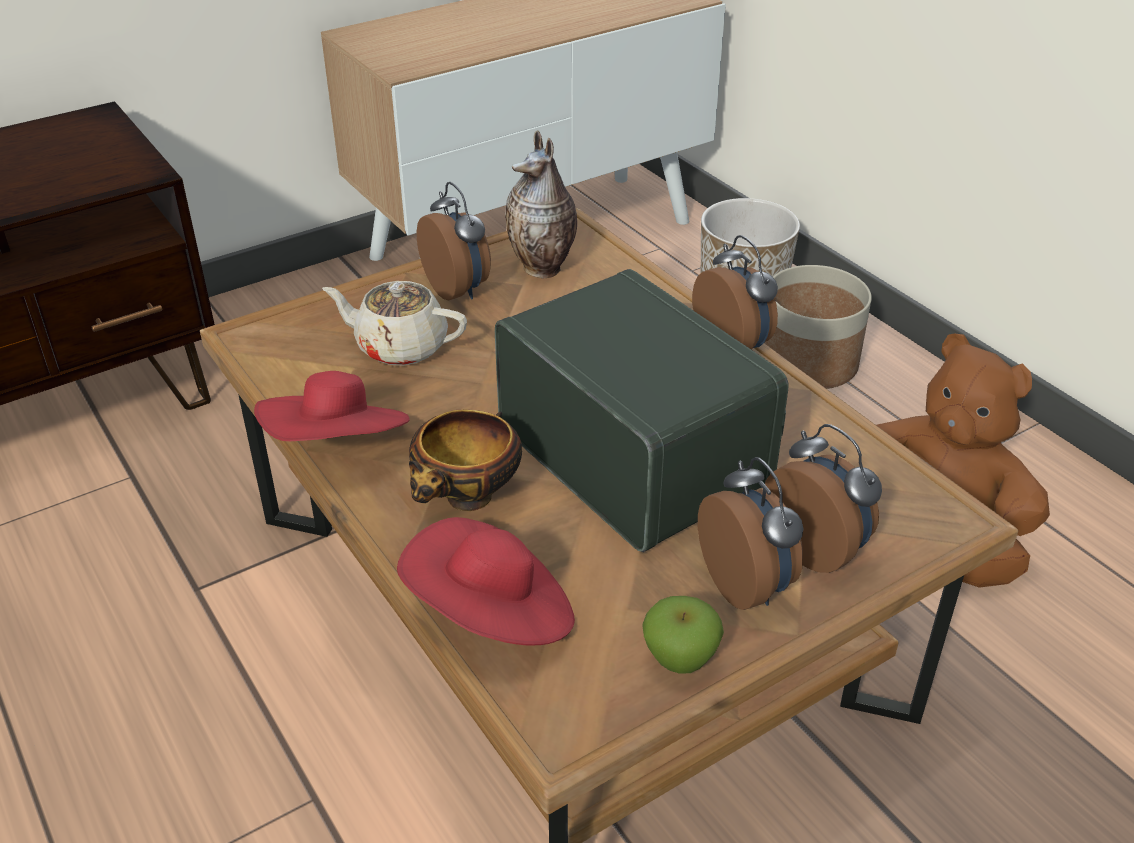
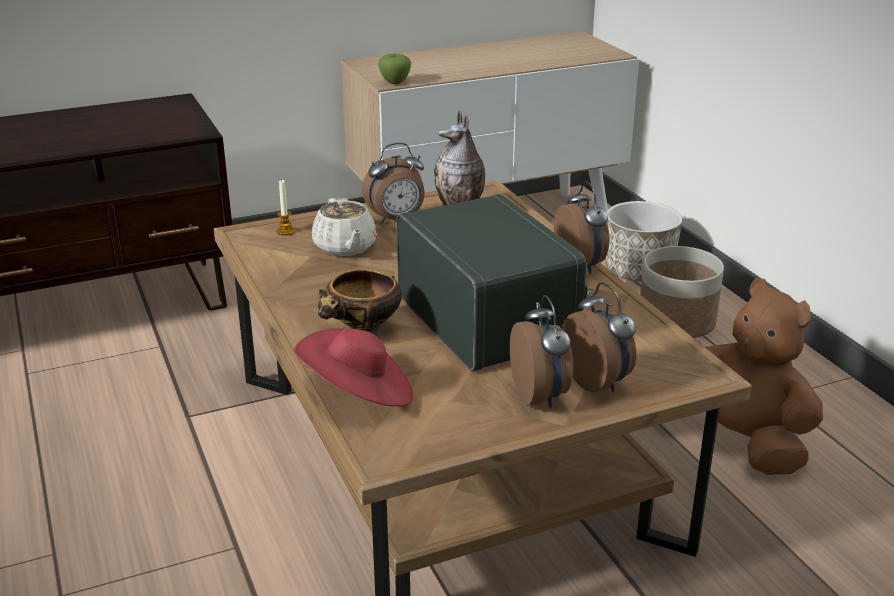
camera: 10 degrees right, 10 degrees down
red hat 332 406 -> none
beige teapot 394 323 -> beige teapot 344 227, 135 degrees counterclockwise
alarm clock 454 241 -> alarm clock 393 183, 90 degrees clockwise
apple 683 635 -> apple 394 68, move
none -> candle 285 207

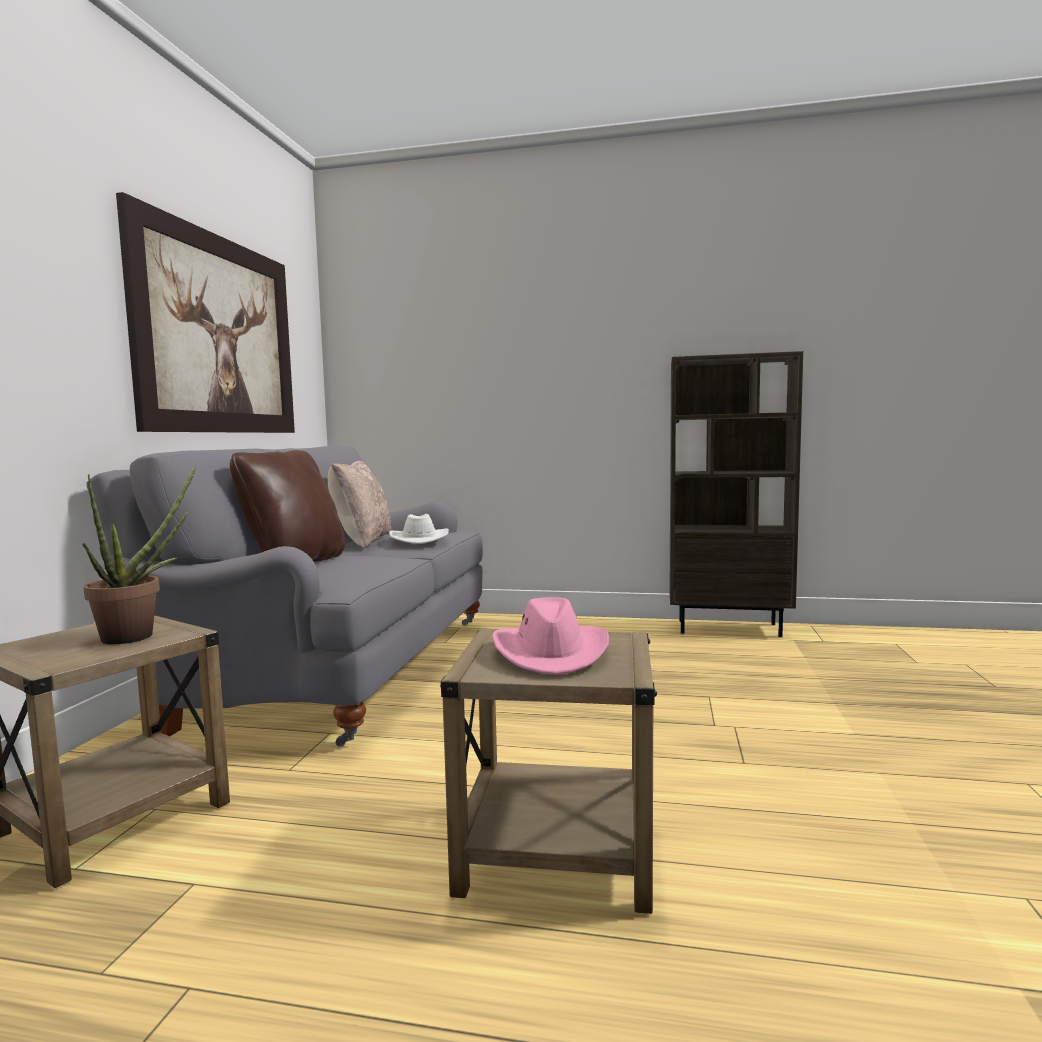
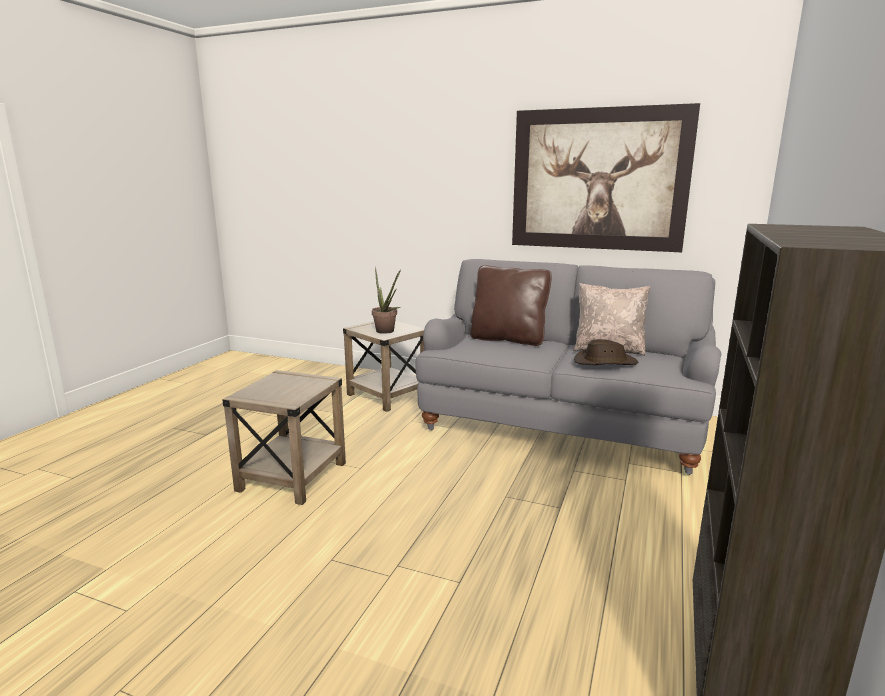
camera: 100 degrees right, 10 degrees up
white hat 419 529 -> brown hat 606 352
pink hat 550 636 -> none

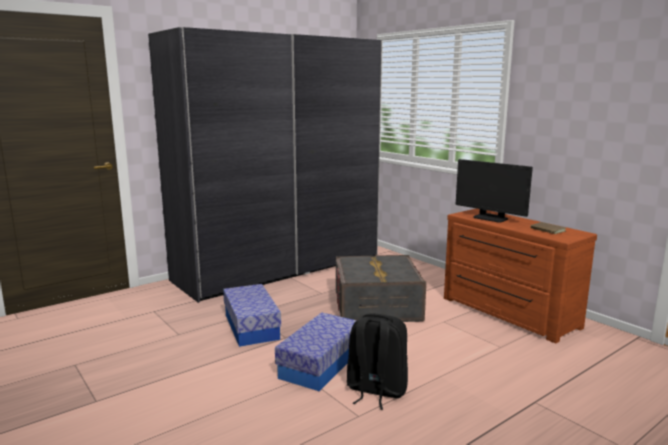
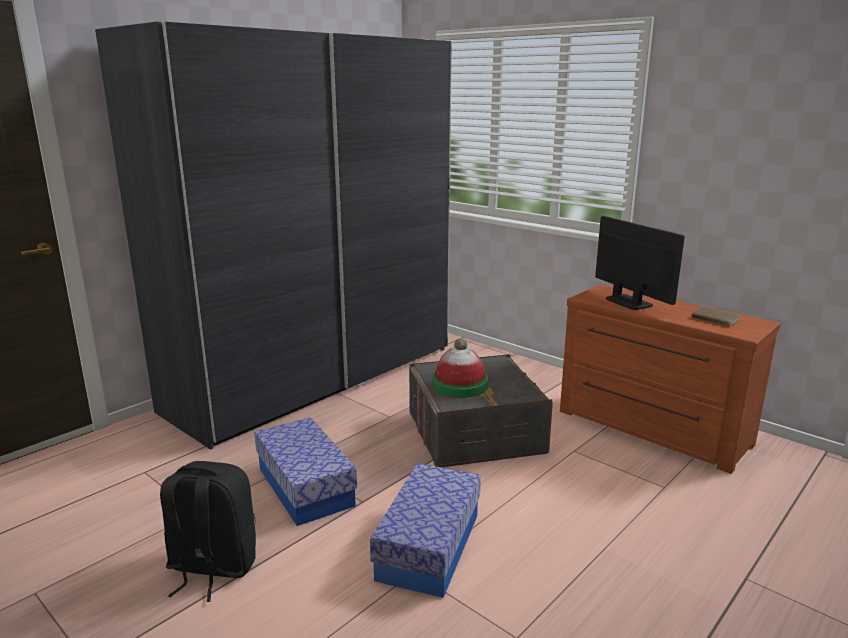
camera: 10 degrees left, 5 degrees up
black backpack 377 361 -> black backpack 208 531, move
monitor 494 191 -> monitor 640 263, 150 degrees counterclockwise
none -> hat 460 368

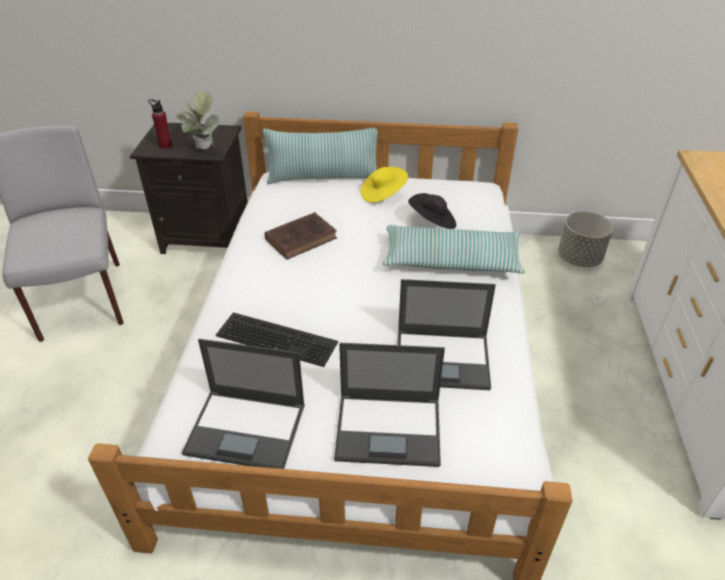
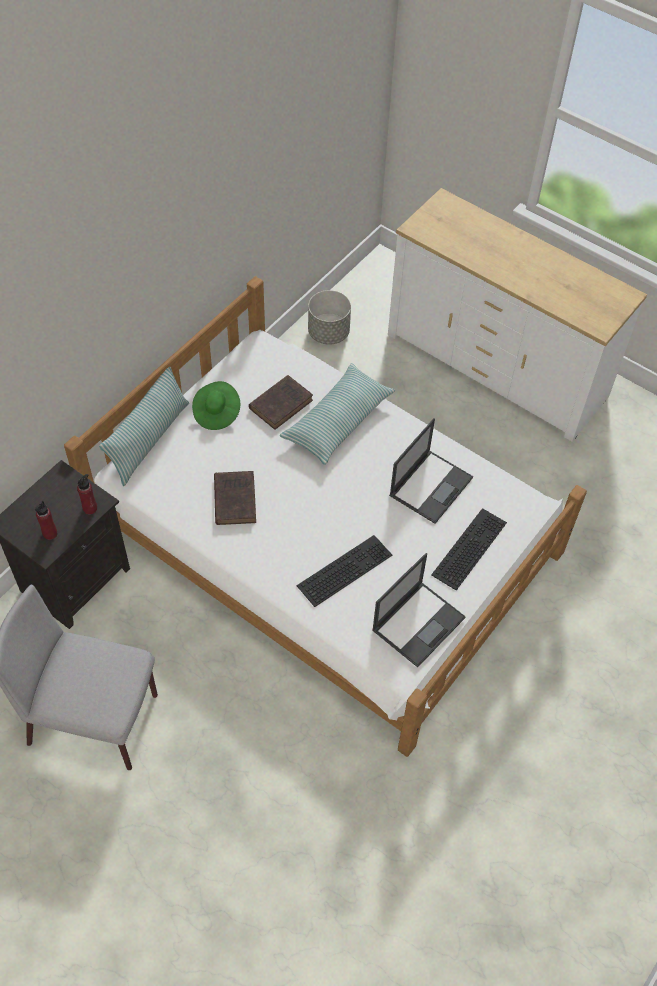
camera: 60 degrees left, 15 degrees up
potted plant 198 120 -> red bottle 87 494
laptop 389 405 -> keyboard 469 549
yellow hat 384 185 -> green hat 216 405
black hat 432 211 -> brown book 281 402

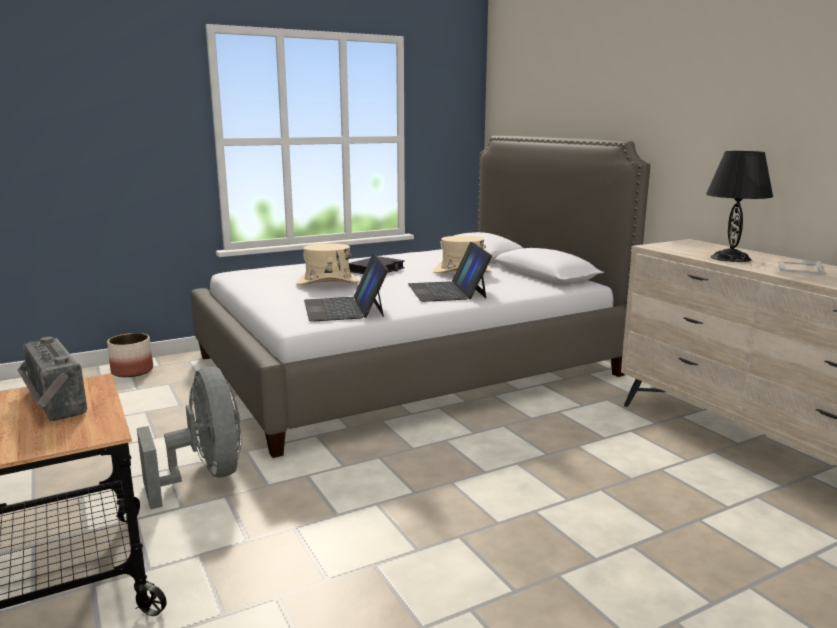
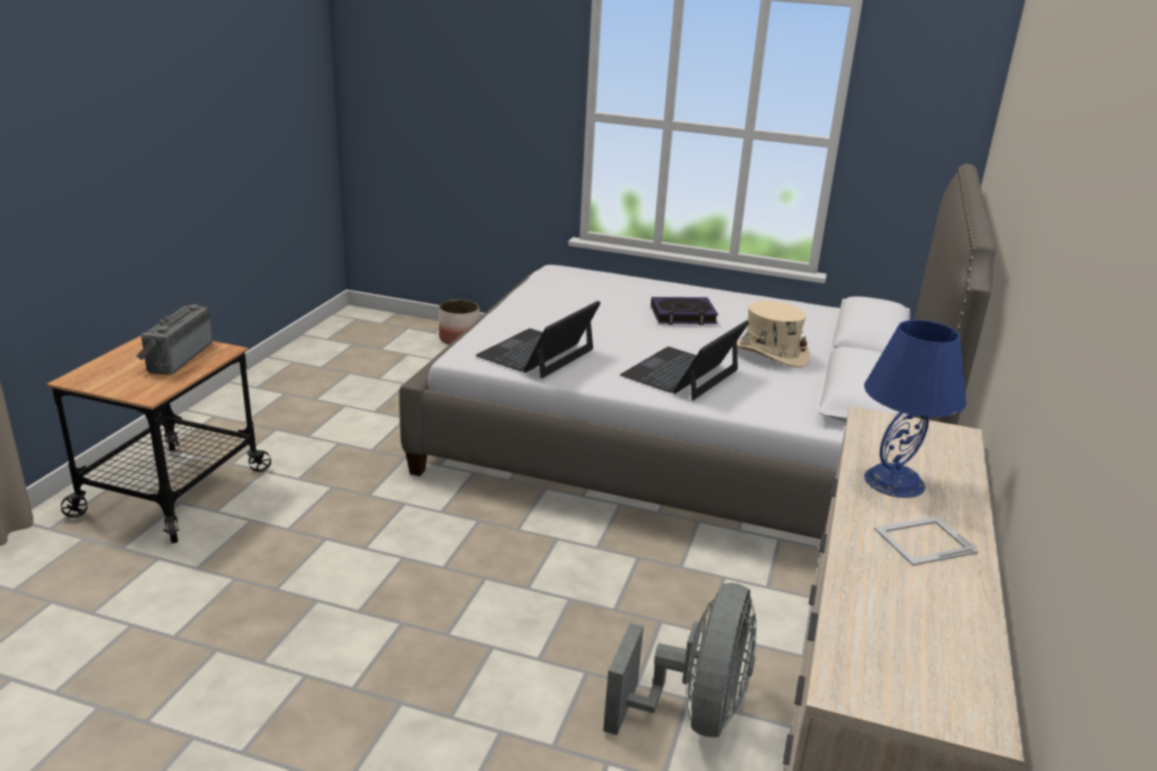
camera: 45 degrees right, 10 degrees up
grey fan 189 438 -> grey fan 679 660, move
beige hat 327 264 -> none
black table lamp 739 206 -> blue table lamp 915 409

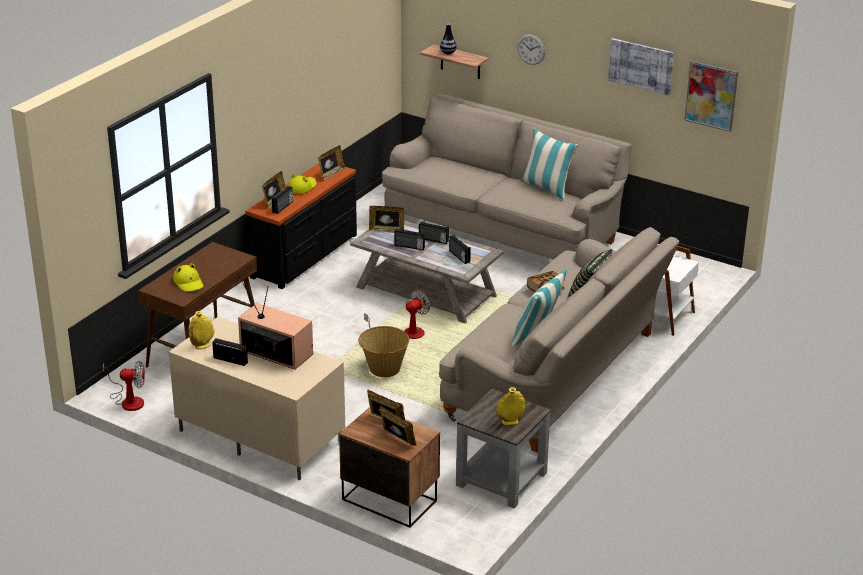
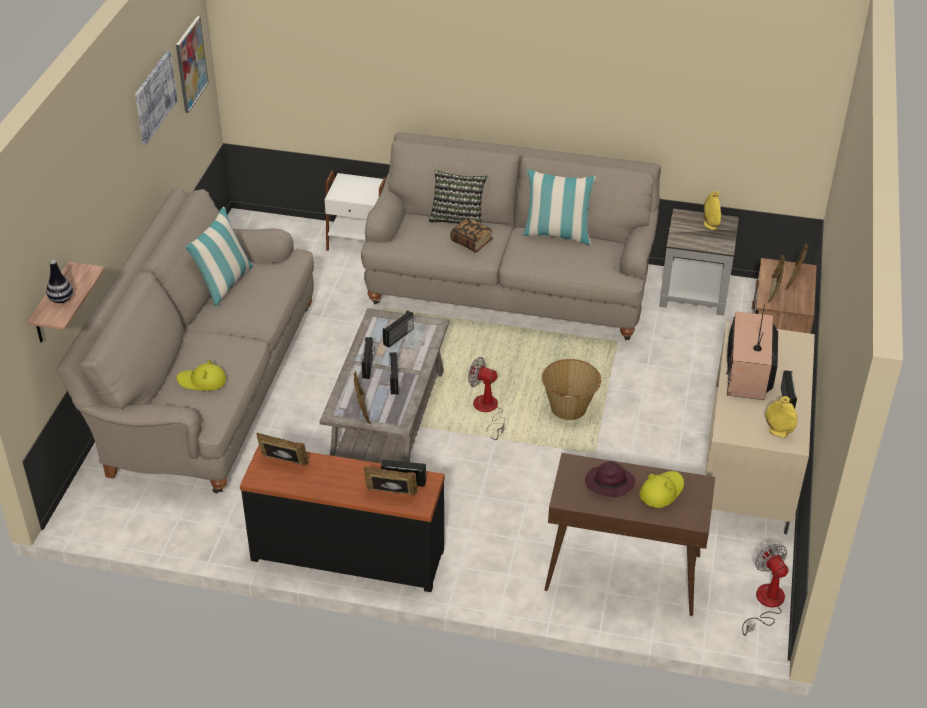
camera: 110 degrees left, 10 degrees up
yellow hat 302 184 -> yellow hat 201 375, move
wall clock 531 49 -> none
none -> purple hat 610 479

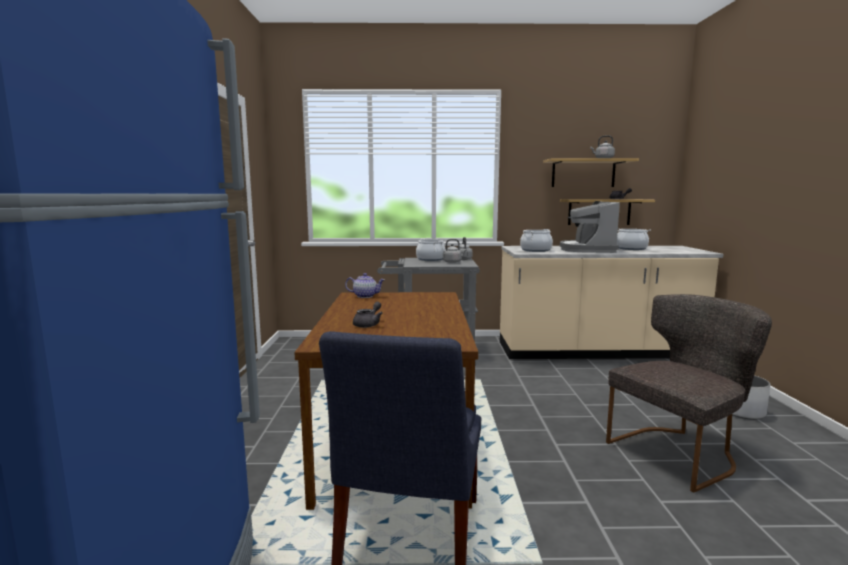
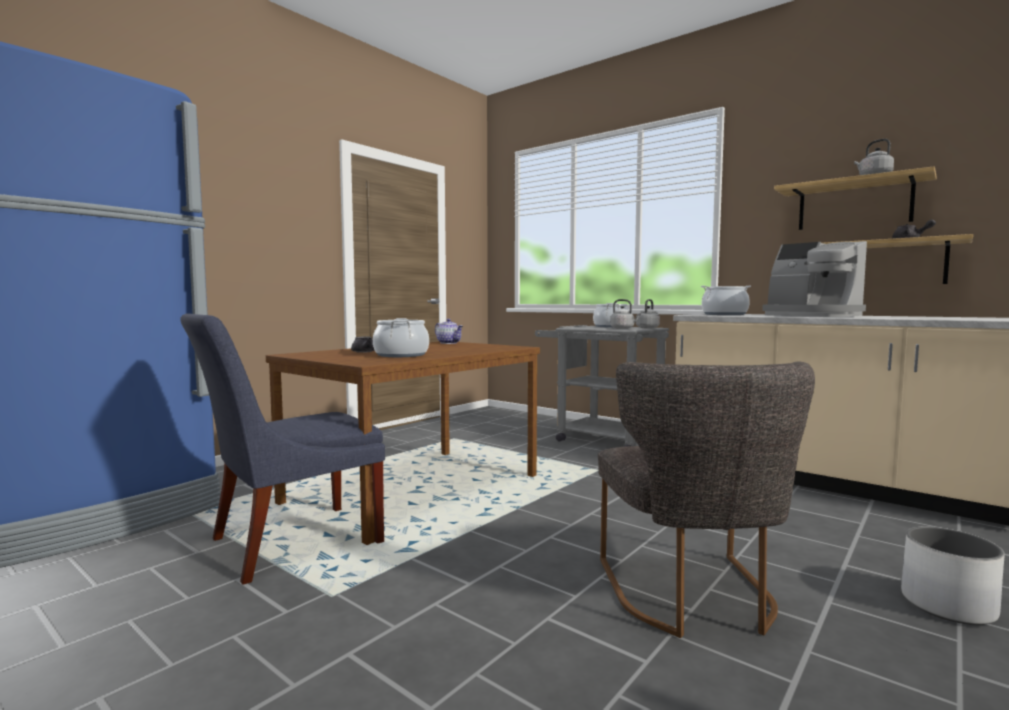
camera: 40 degrees right, 5 degrees down
coffee machine 590 227 -> coffee machine 814 279, 90 degrees counterclockwise
grey chair 689 393 -> grey chair 706 500, 75 degrees clockwise
cooking pot 634 239 -> cooking pot 401 337, move

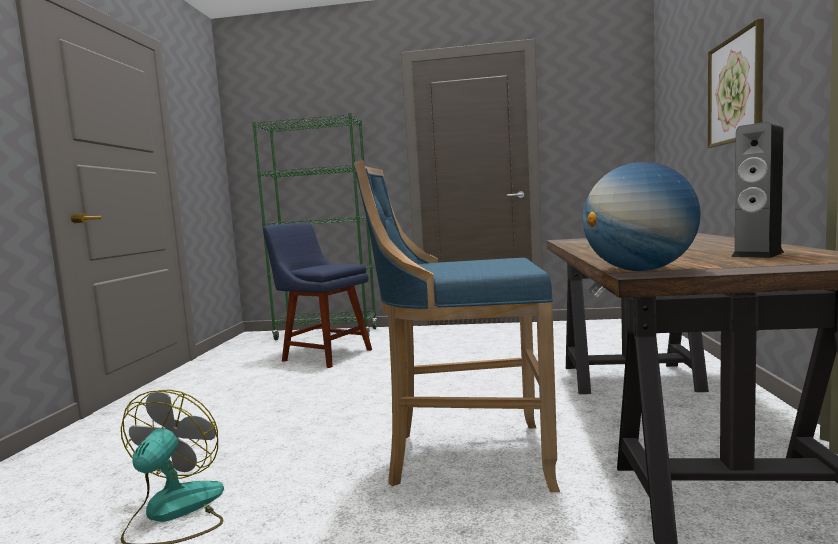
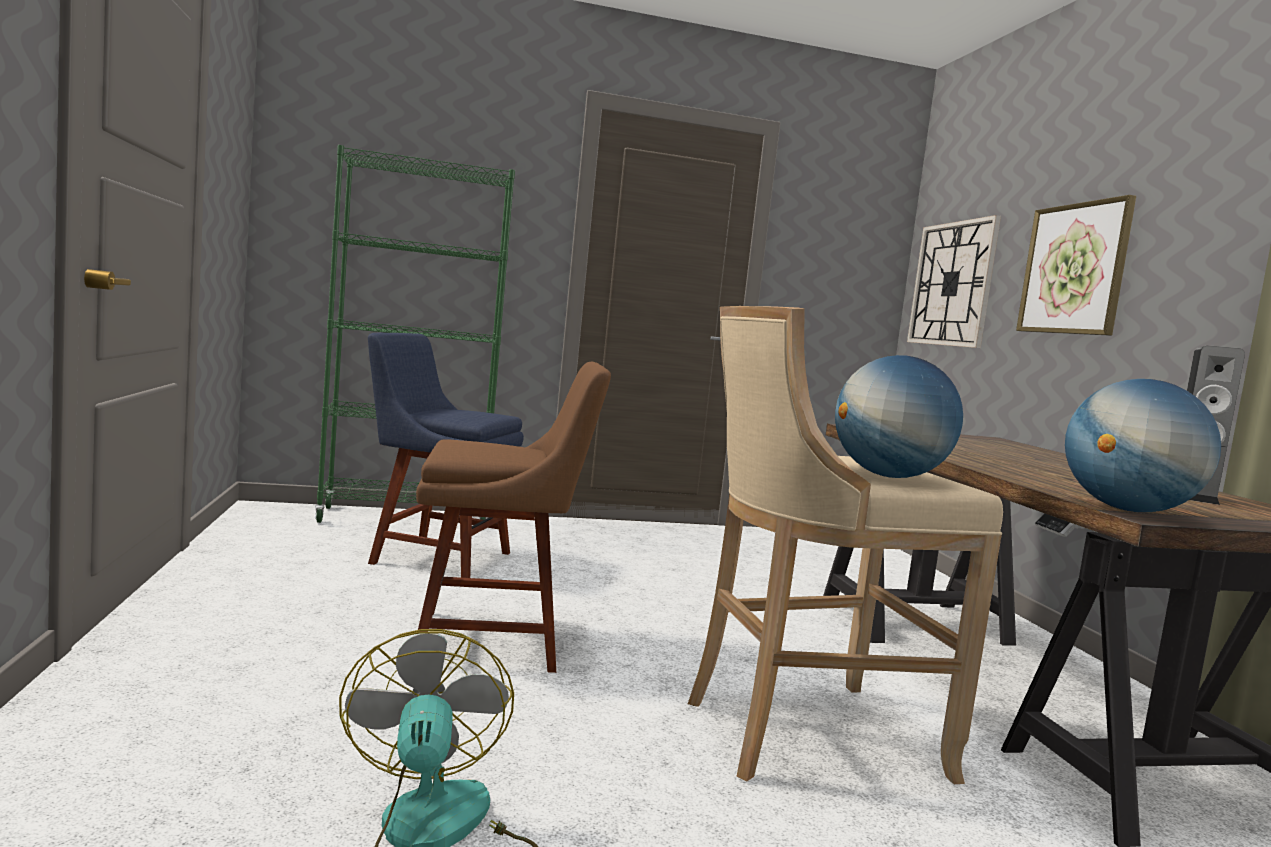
camera: 20 degrees left, 0 degrees up
blue stool 457 326 -> beige stool 845 545
none -> brown chair 513 517
none -> globe 899 416
none -> wall clock 954 281

